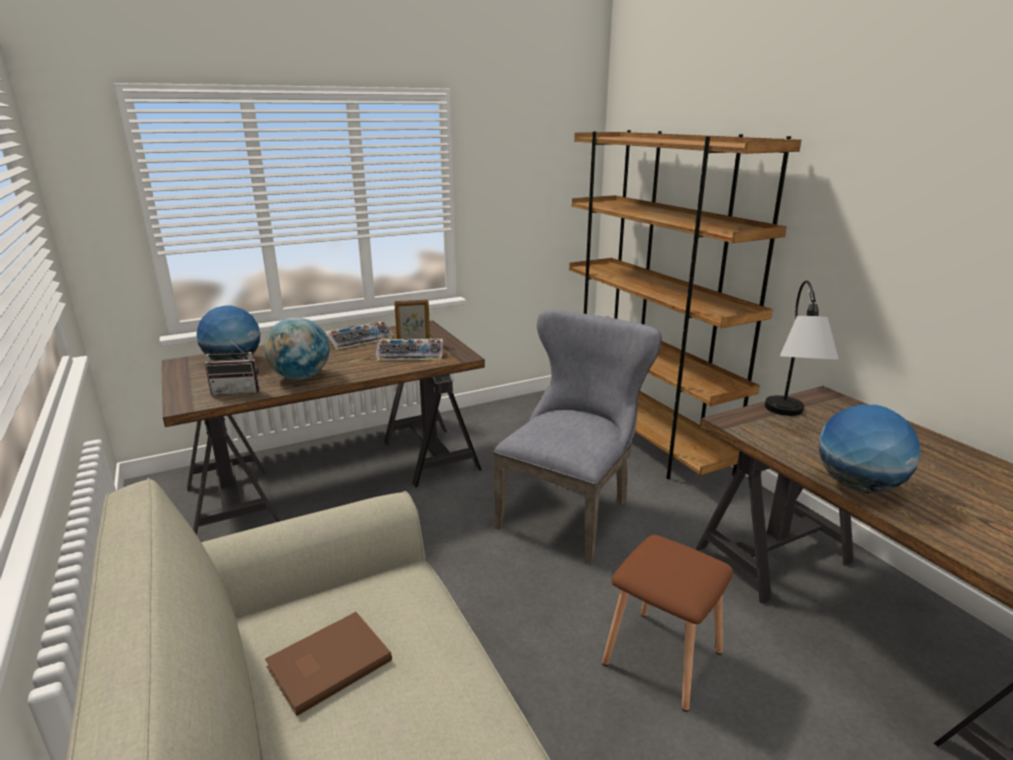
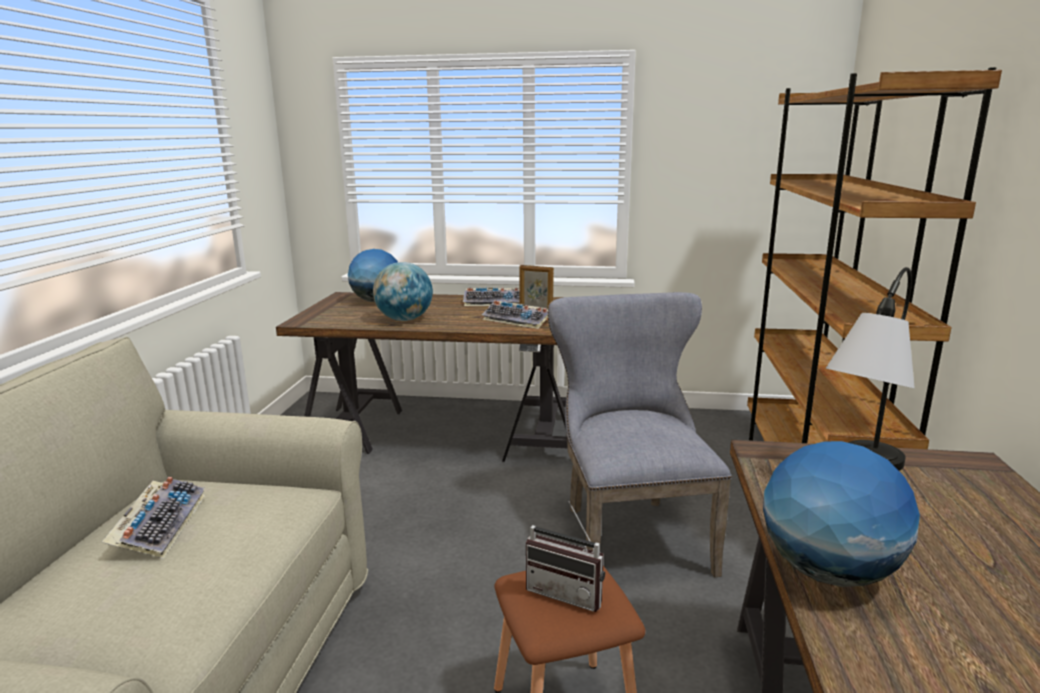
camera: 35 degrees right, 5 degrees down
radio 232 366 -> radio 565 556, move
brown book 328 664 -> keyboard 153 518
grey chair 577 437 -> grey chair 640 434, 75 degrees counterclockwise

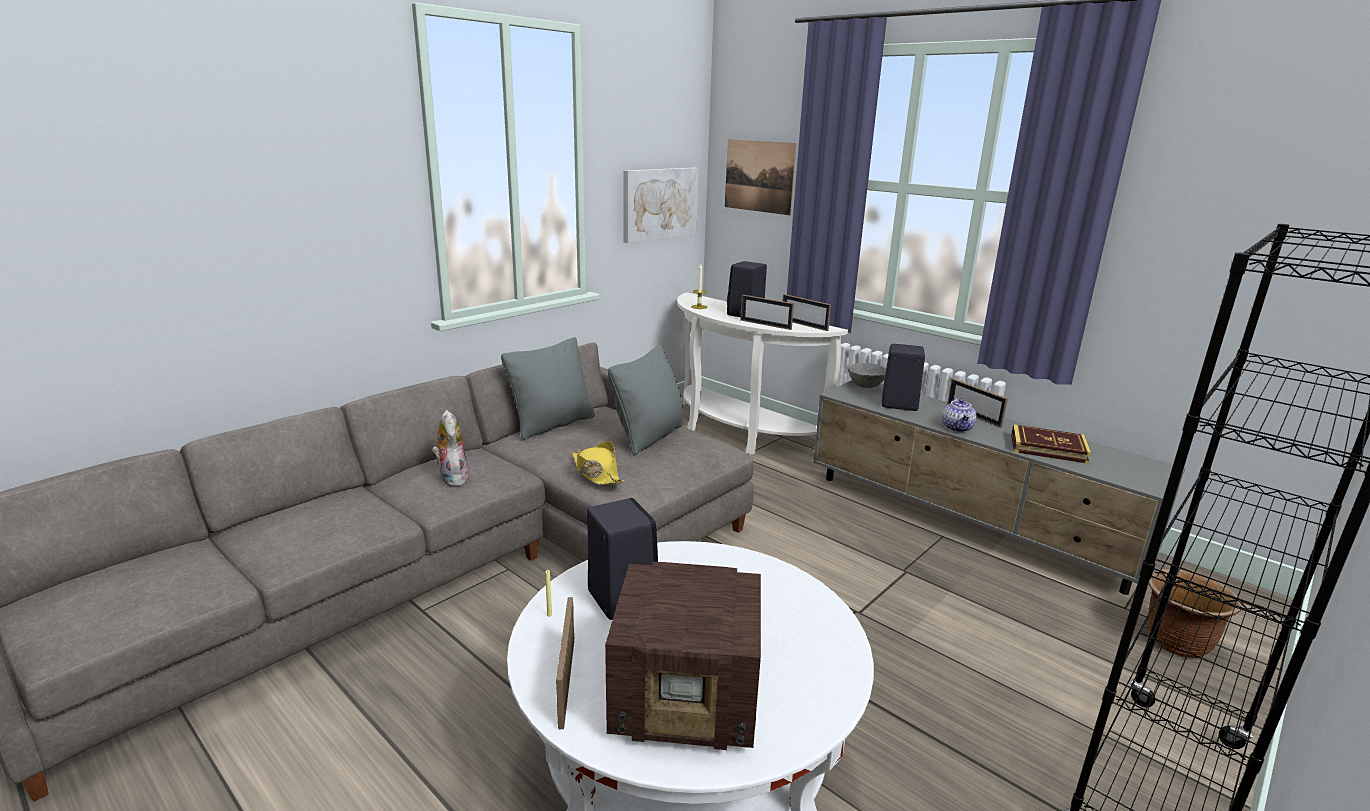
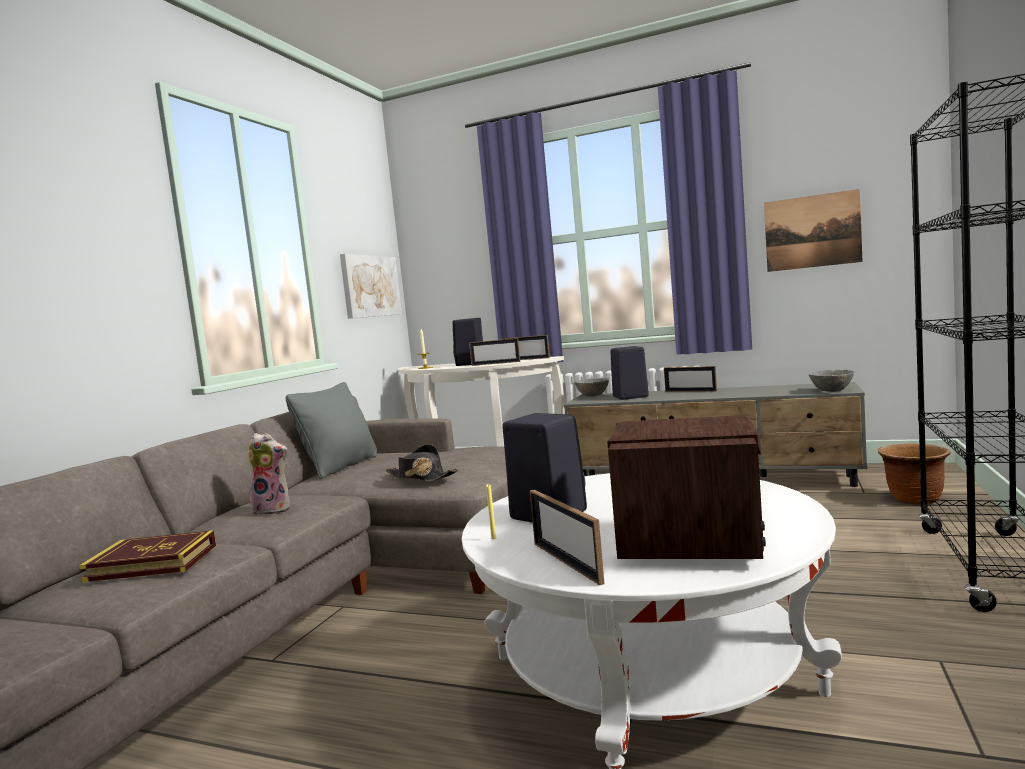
camera: 20 degrees left, 15 degrees down
plush toy 451 448 -> plush toy 268 474, 150 degrees clockwise
yellow hat 599 463 -> black hat 422 462
radio 683 656 -> radio 686 487, 60 degrees counterclockwise
grey pillow 646 400 -> none
picture 761 177 -> picture 813 230, move
teapot 959 414 -> none
book 1051 444 -> book 147 556, move
none -> grey bowl 831 381

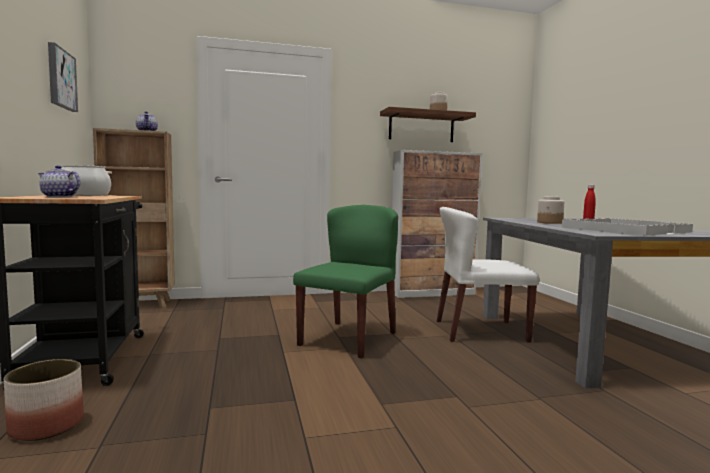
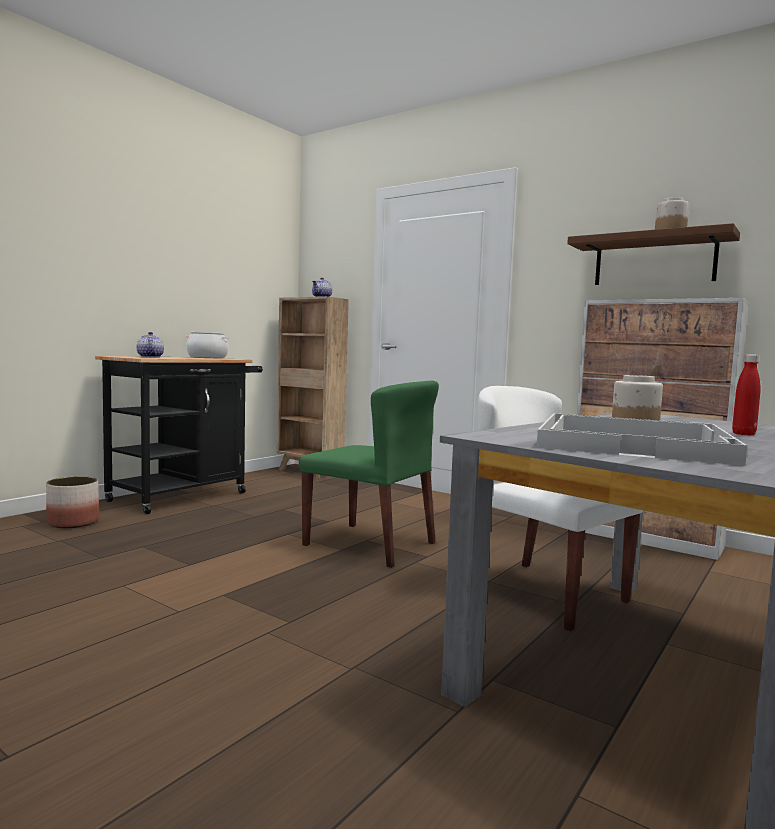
camera: 50 degrees right, 0 degrees up
picture 63 77 -> none
green chair 345 281 -> green chair 369 474, 45 degrees clockwise

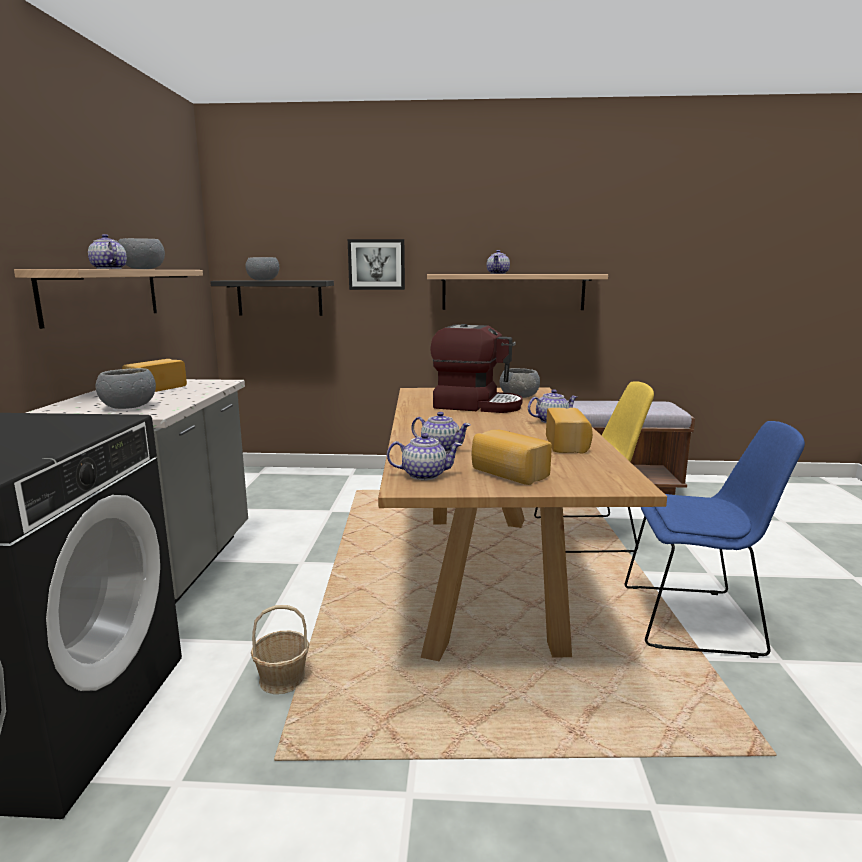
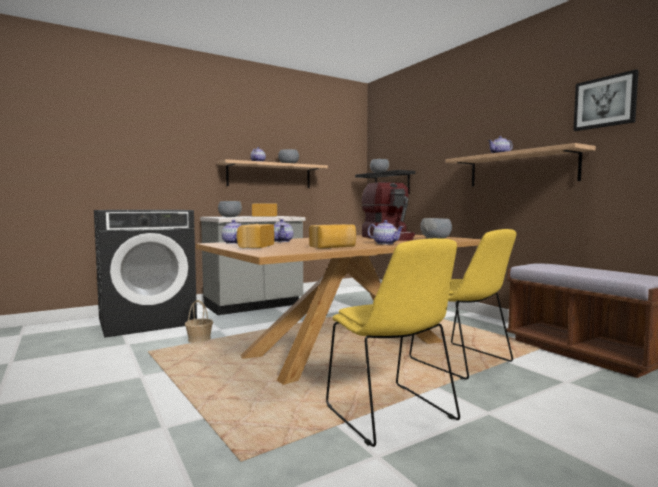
camera: 55 degrees right, 10 degrees down
picture 376 264 -> picture 606 100, move
blue chair 715 539 -> yellow chair 393 342

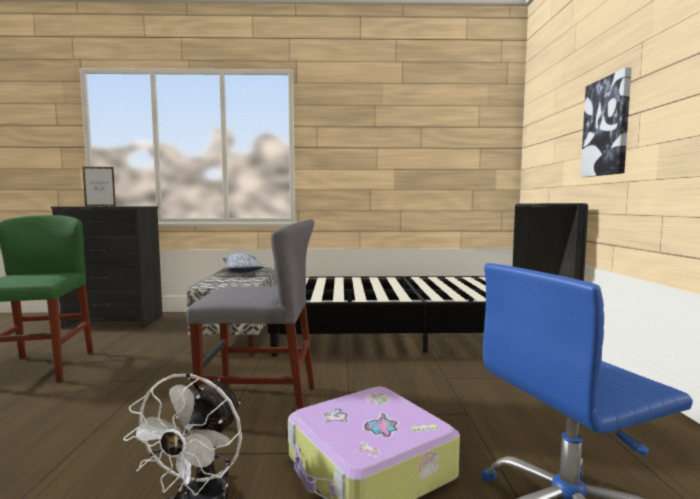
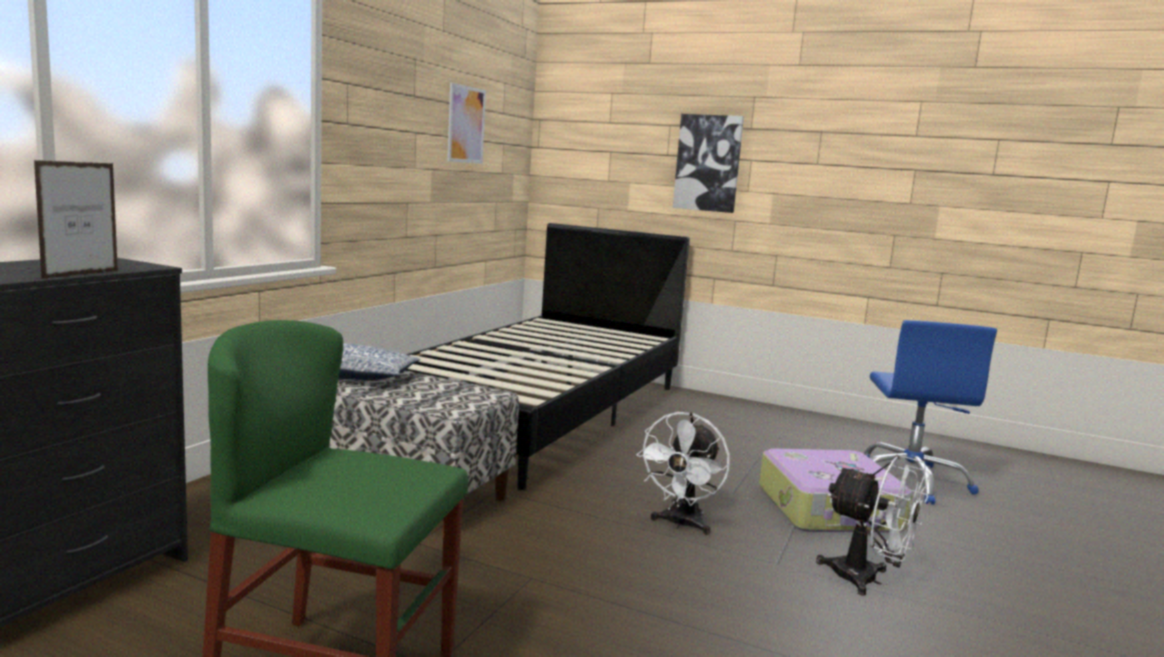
camera: 65 degrees left, 5 degrees up
grey chair 251 314 -> white fan 683 473
none -> picture 466 123

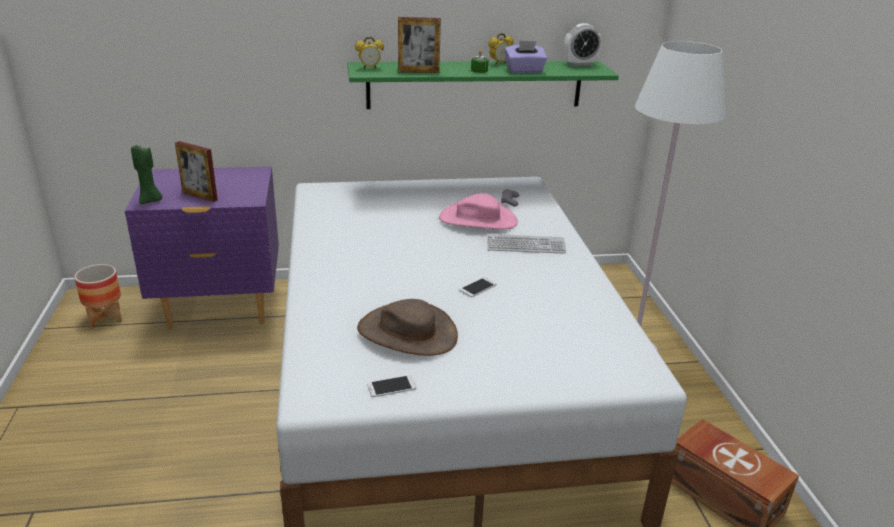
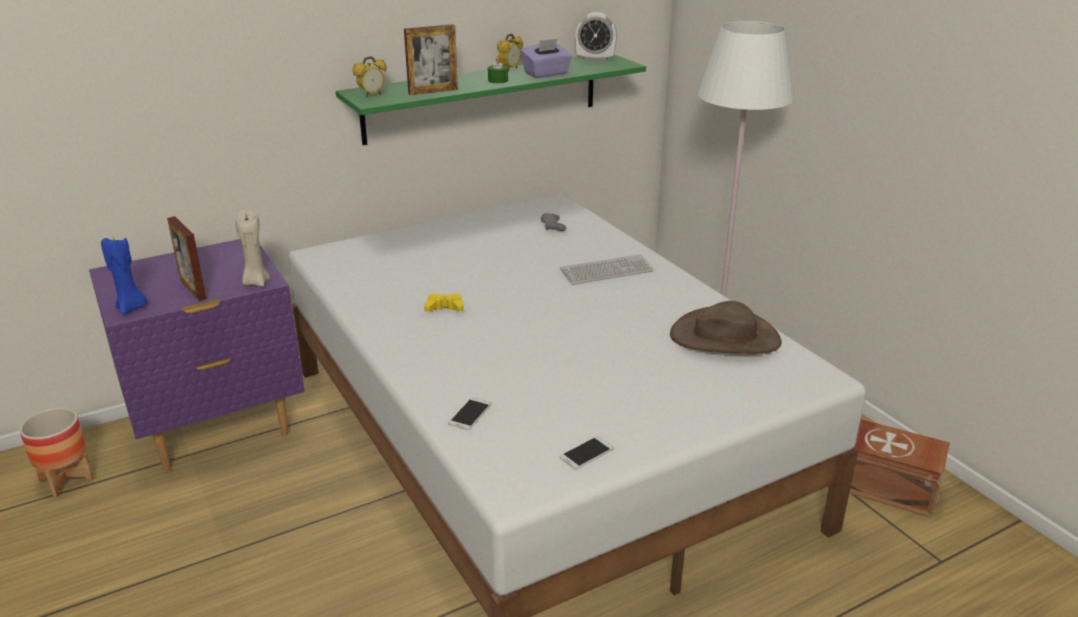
camera: 20 degrees left, 0 degrees up
green candle 146 174 -> blue candle 124 276
picture frame 196 171 -> picture frame 187 258, 45 degrees clockwise
brown hat 407 327 -> brown hat 726 327, move
pink hat 478 211 -> none
phone 477 287 -> phone 470 413, move
alarm clock 583 44 -> alarm clock 596 36, 45 degrees clockwise
none -> beige candle 252 248
none -> yellow game controller 443 302

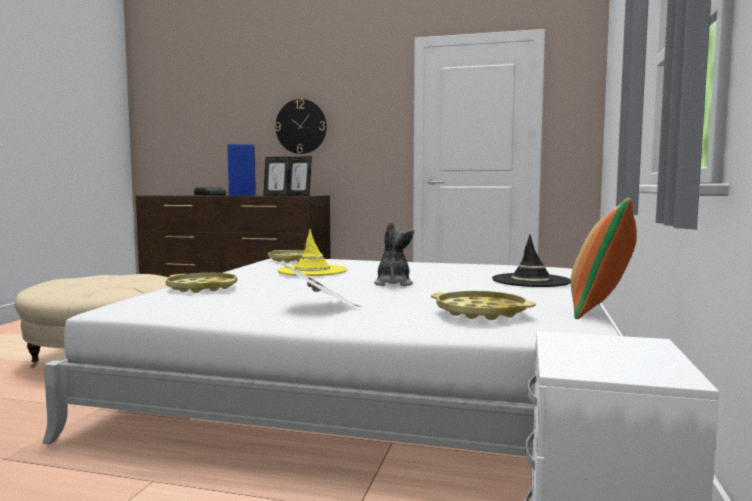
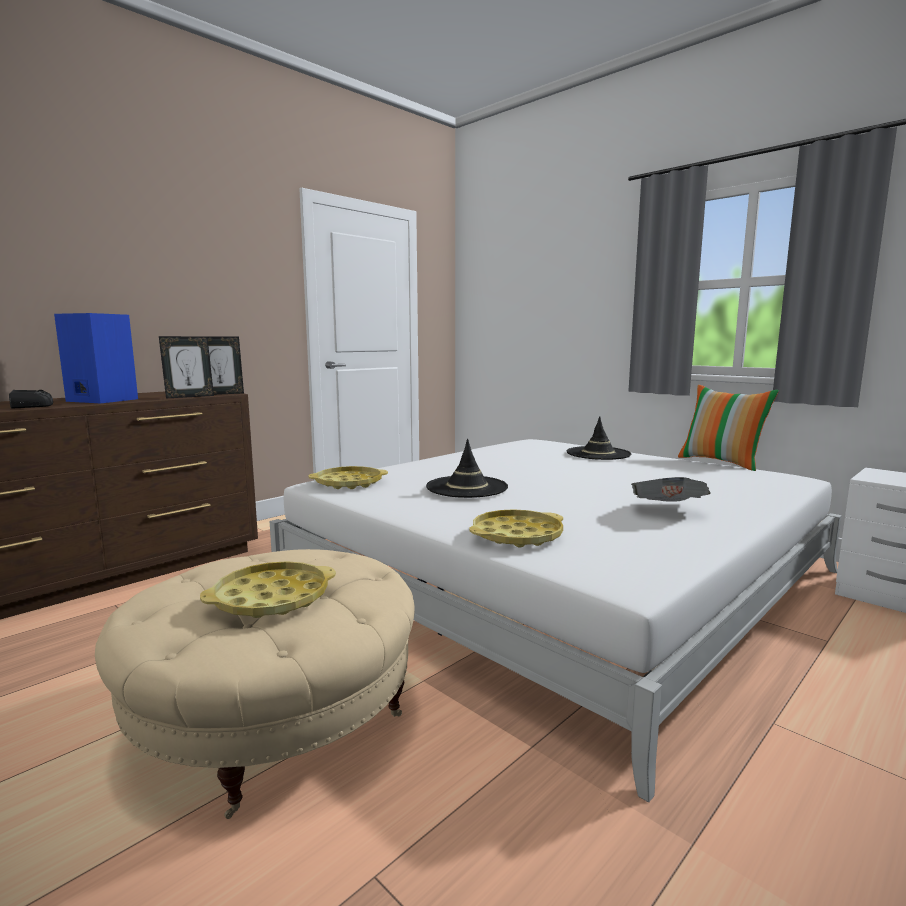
camera: 60 degrees left, 5 degrees up
wall clock 301 126 -> none
yellow hat 312 252 -> black hat 467 468
plush toy 394 253 -> none
yellow tray 483 305 -> yellow tray 268 589, move

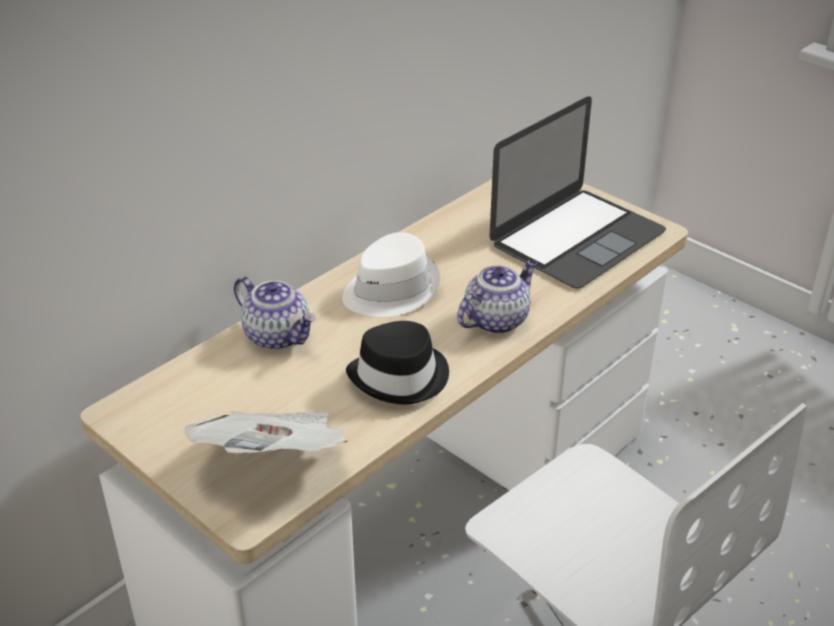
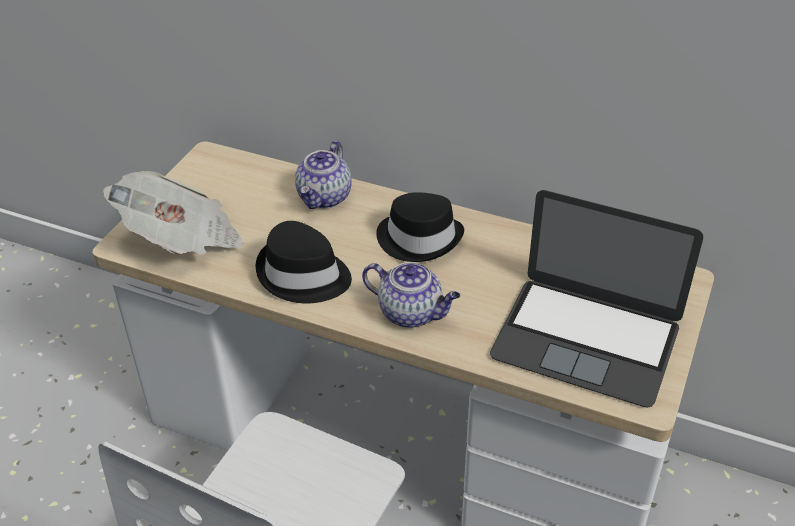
camera: 70 degrees right, 5 degrees up
white hat 391 274 -> black hat 420 227

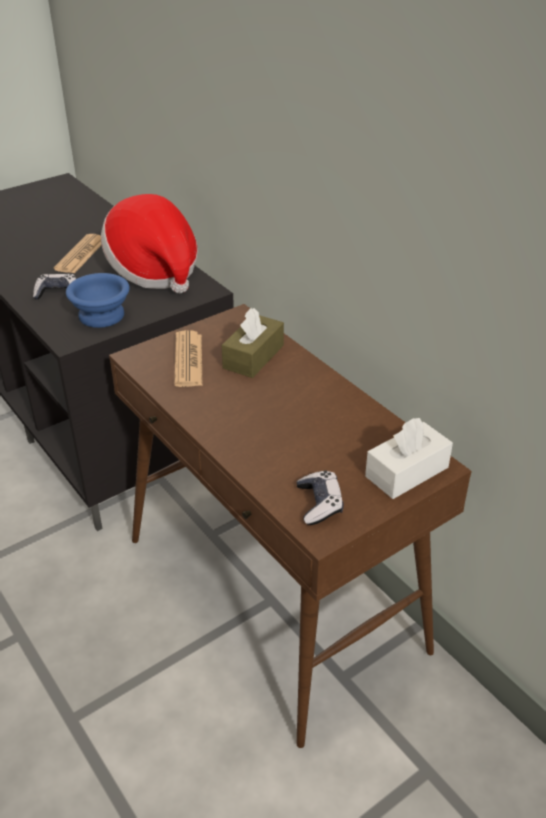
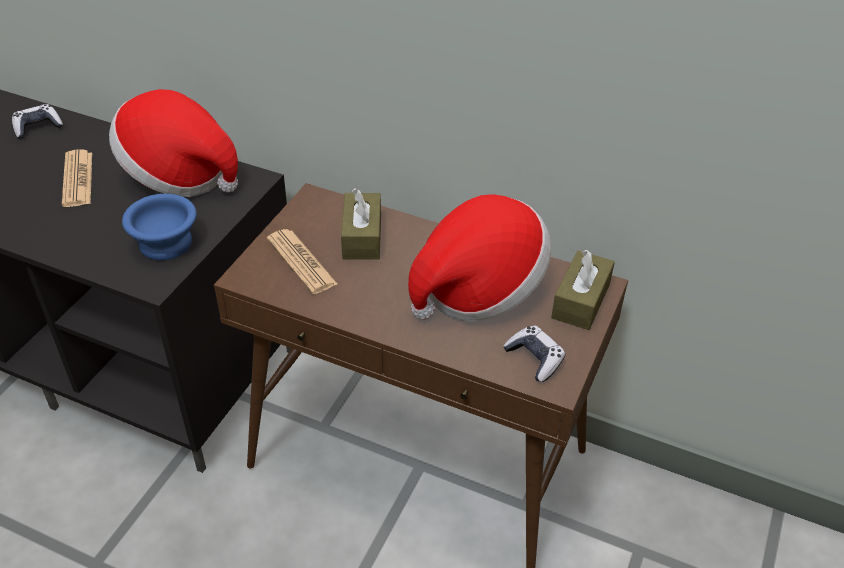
camera: 30 degrees left, 5 degrees up
game controller 54 287 -> game controller 37 121, move
white tissue box 409 458 -> brown tissue box 583 289
none -> hat 479 258

